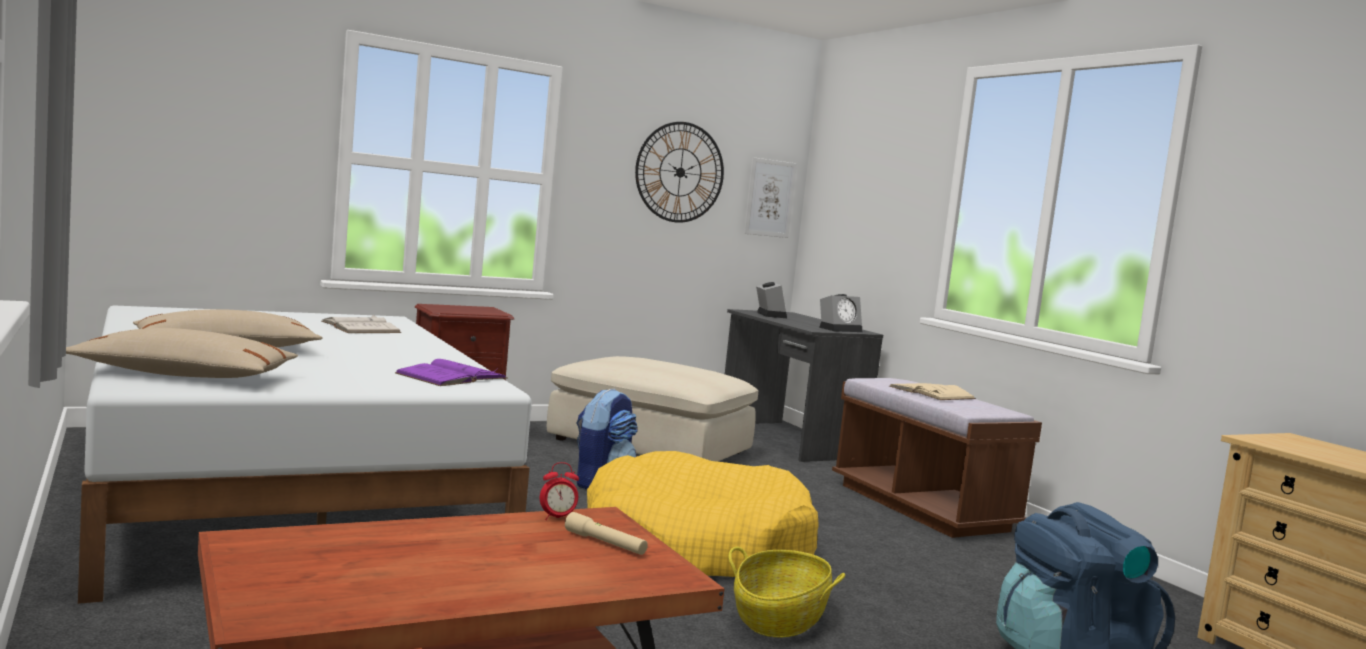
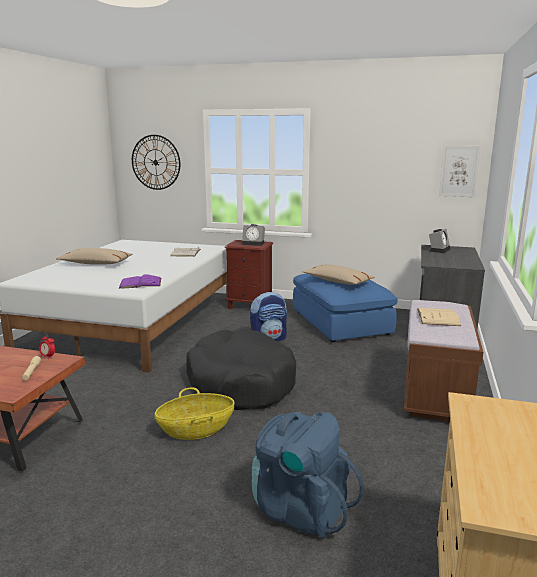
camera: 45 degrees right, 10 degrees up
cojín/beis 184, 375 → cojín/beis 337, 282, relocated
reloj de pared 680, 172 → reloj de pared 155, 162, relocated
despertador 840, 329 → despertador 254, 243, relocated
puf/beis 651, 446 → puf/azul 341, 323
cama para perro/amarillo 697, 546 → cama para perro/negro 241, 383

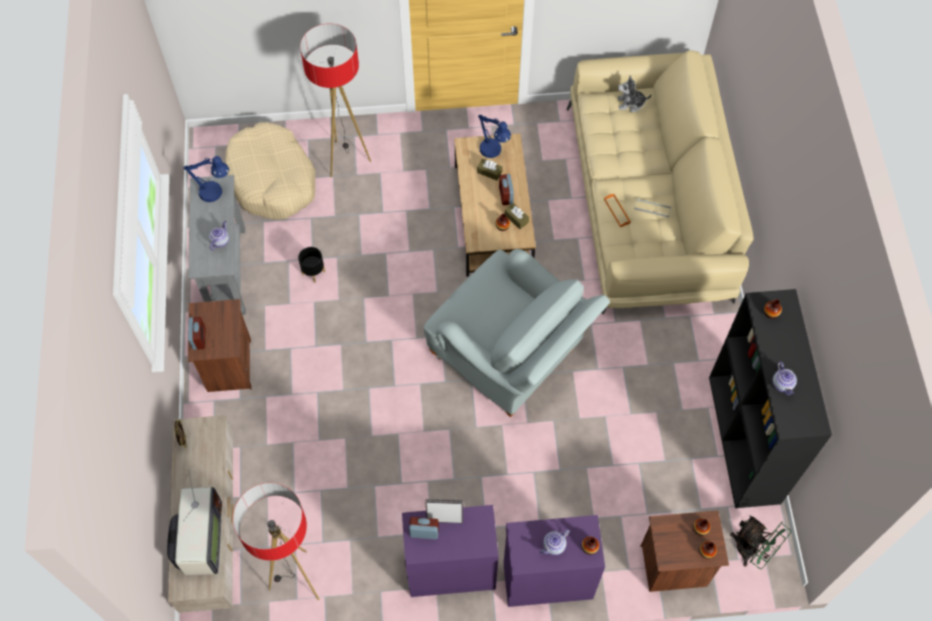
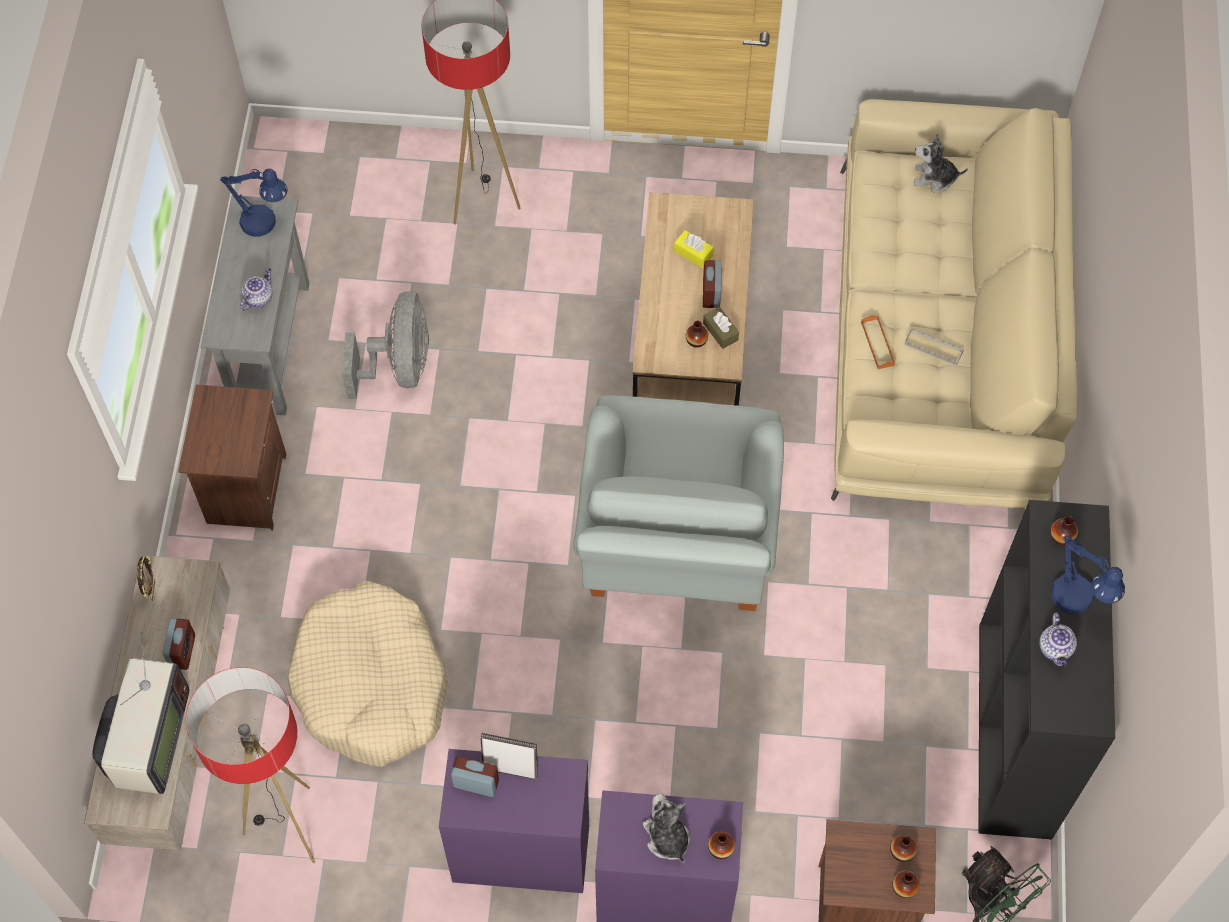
camera: 10 degrees right, 0 degrees up
despertador 199, 338 → despertador 182, 651, relocated
cama para perro/beis 272, 180 → cama para perro/beis 371, 683, relocated
lámpara de mesa/azul 493, 152 → lámpara de mesa/azul 1077, 602, relocated
maceta/negro 313, 272 → ventilador/gris 399, 367
tetera 553, 546 → peluche 667, 837
caja de pañuelos/marrón 489, 172 → caja de pañuelos/amarillo 693, 253
sillón/gris 511, 356 → sillón/gris 676, 544, 45 degrees clockwise

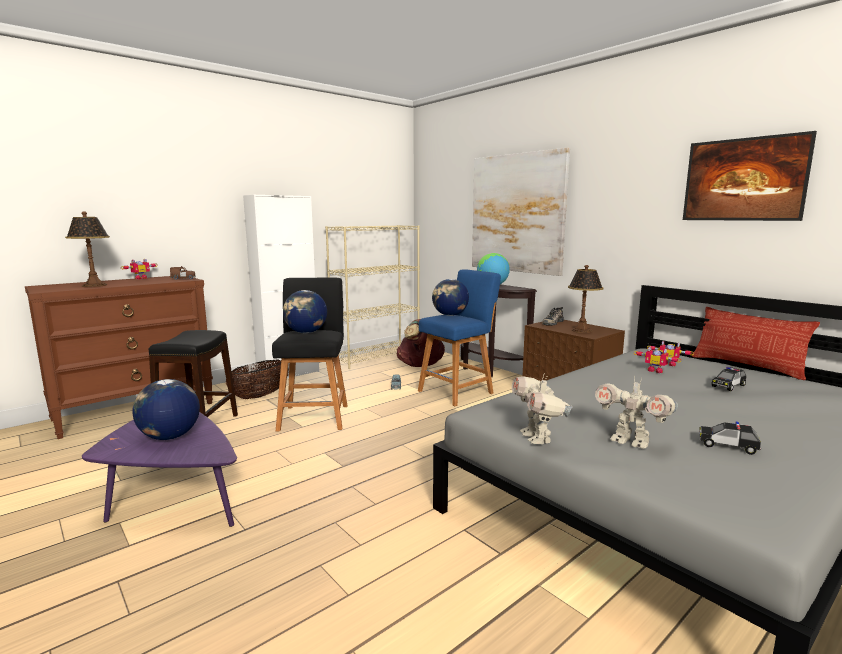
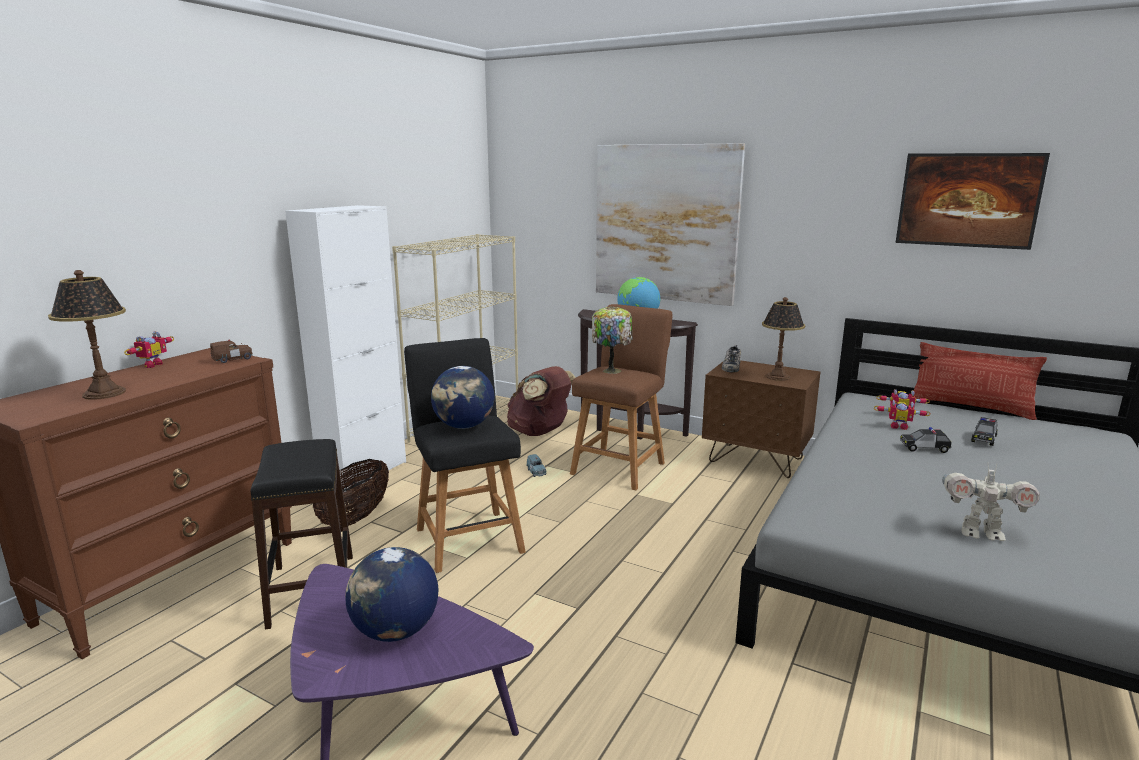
camera: 20 degrees left, 5 degrees up
robot de juguete 537, 438 → -
coche de juguete 728, 446 → coche de juguete 924, 448, relocated
globo terráqueo 450, 315 → lámpara de mesa 611, 370
taburete/azul 458, 391 → taburete/marrón 620, 466

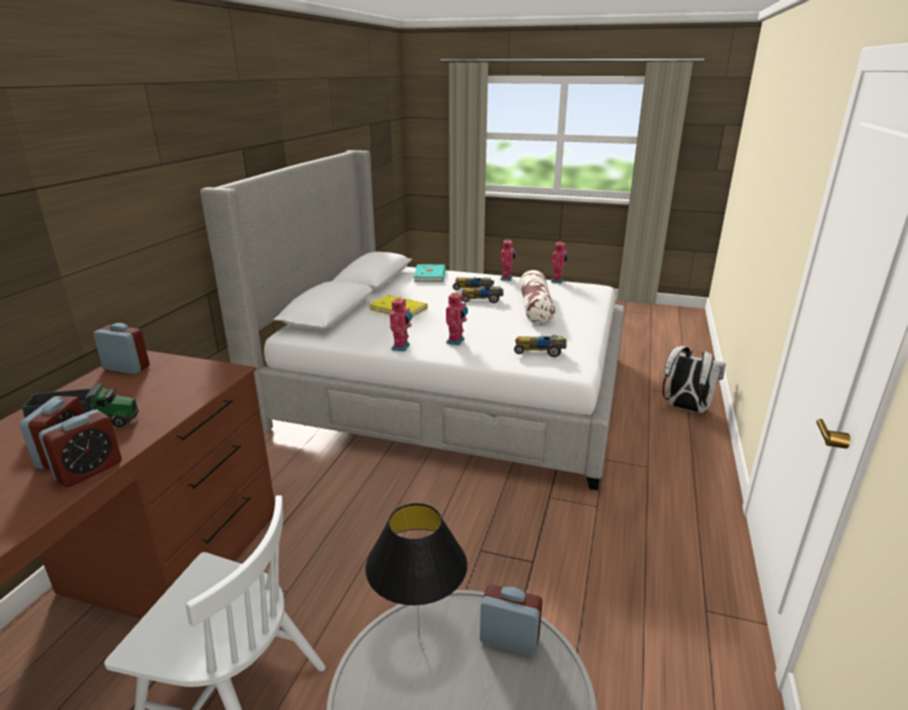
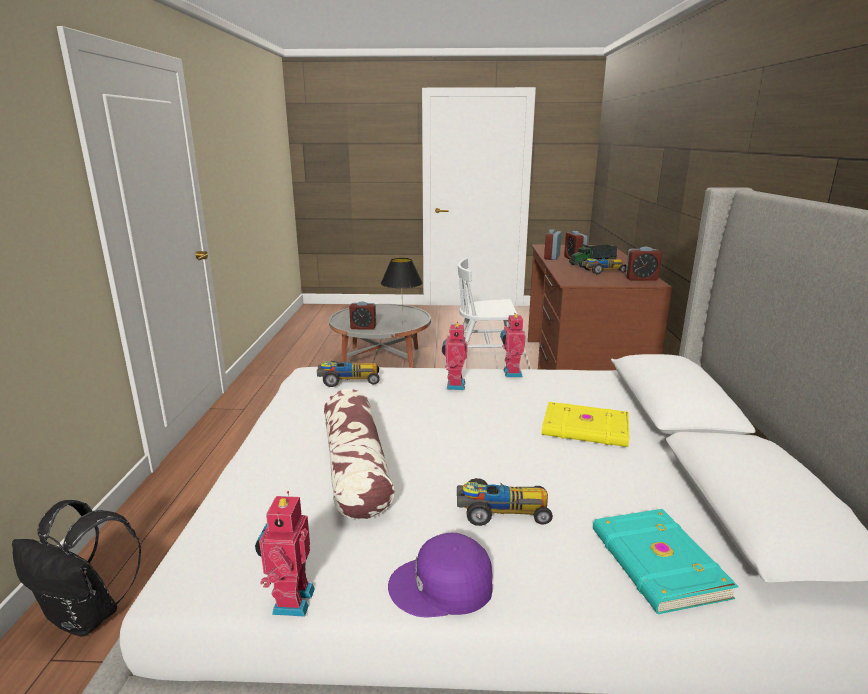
camera: 165 degrees right, 5 degrees down
coche de juguete 482, 299 → coche de juguete 602, 271, relocated
robot de juguete 507, 278 → gorra/morado 442, 586
mochila/blanco 685, 408 → mochila/negro 88, 616

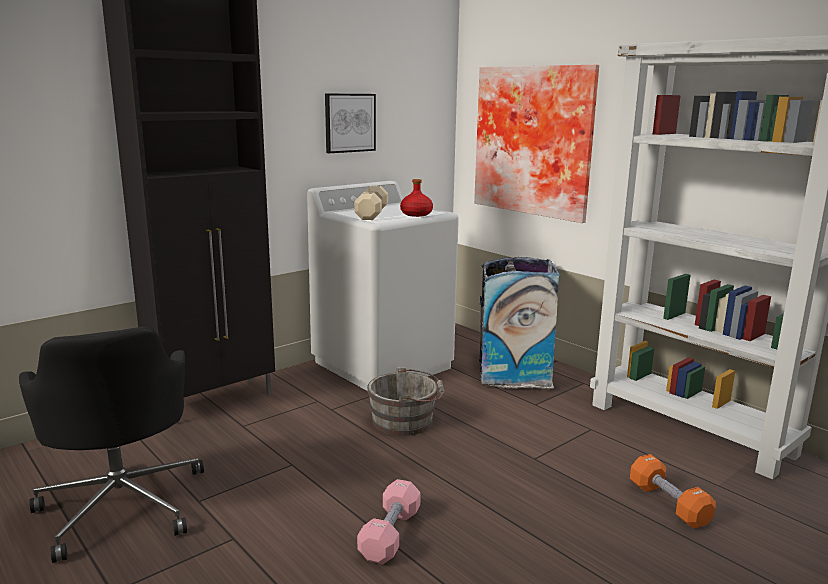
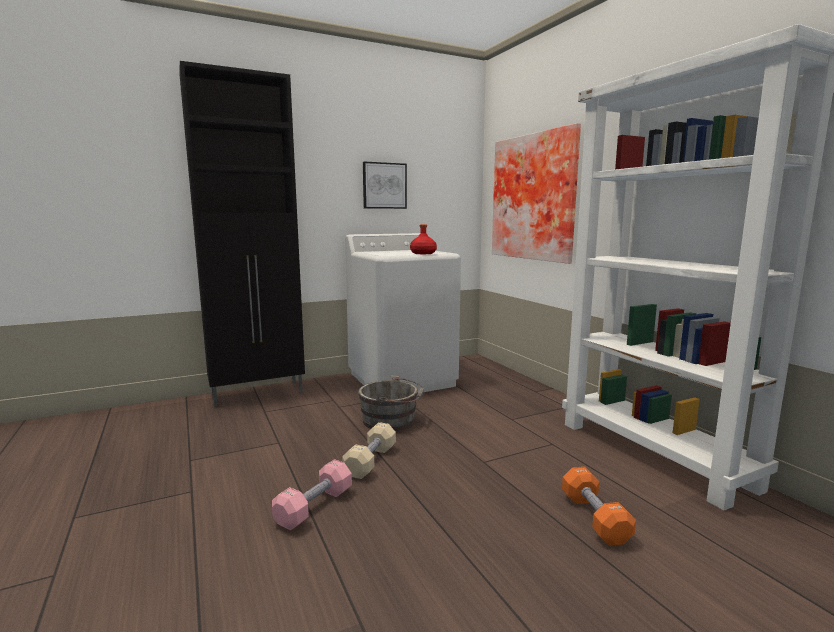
camera: 15 degrees right, 5 degrees down
silla de oficina/negro 122, 505 → -
papelera 513, 372 → -
mancuerna/beis 372, 214 → mancuerna/beis 370, 461, relocated

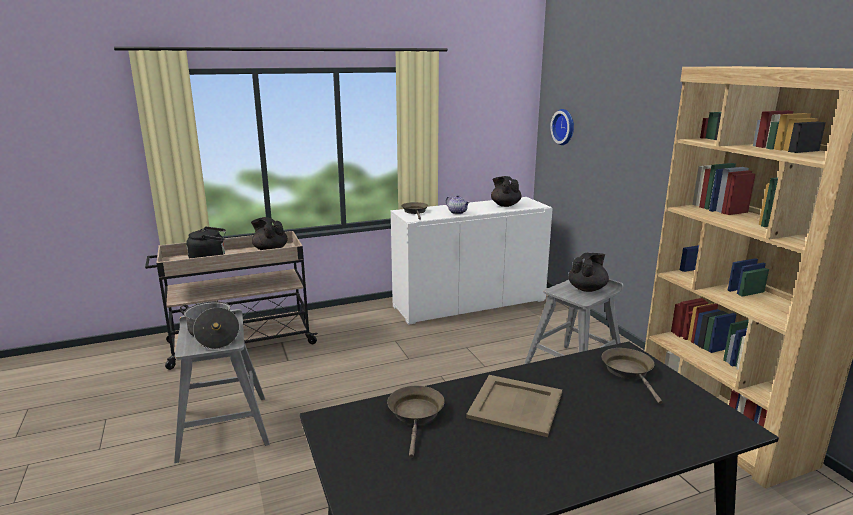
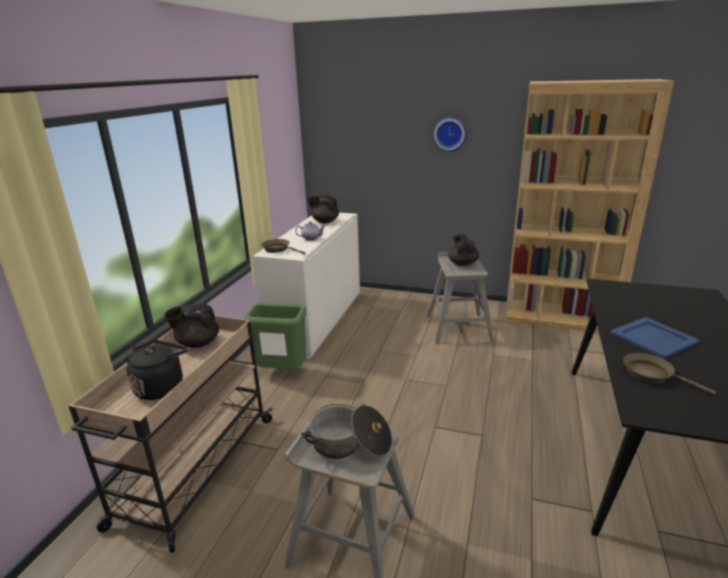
camera: 50 degrees left, 5 degrees up
sartén/marrón 629, 372 → -
- → papelera/verde 282, 373
reloj de pared 565, 127 → reloj de pared 450, 133, relocated
bandeja/beis 516, 404 → bandeja/azul 653, 337

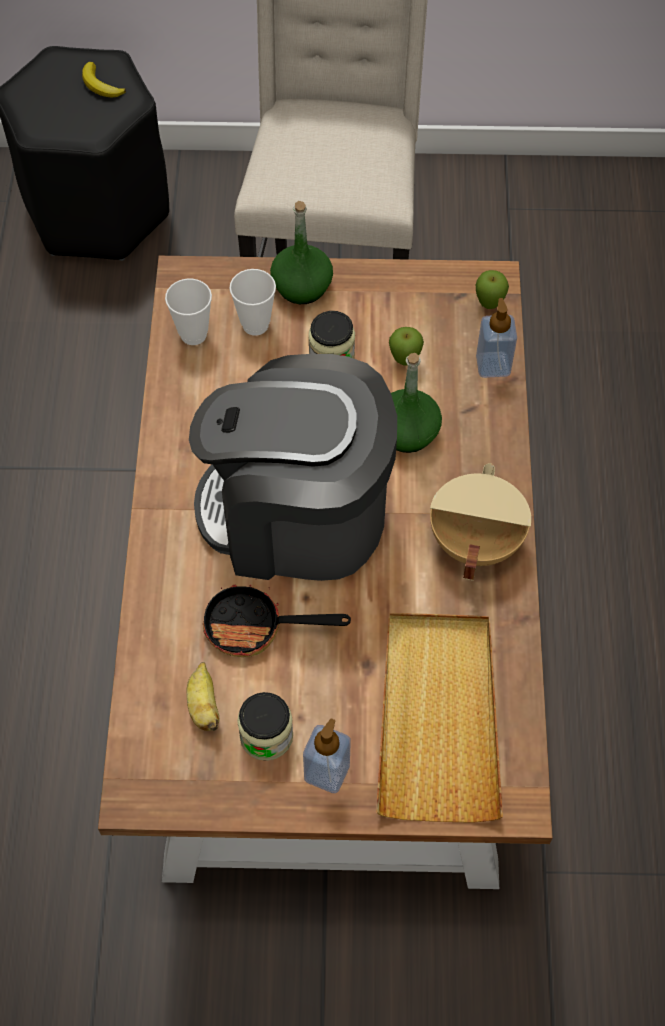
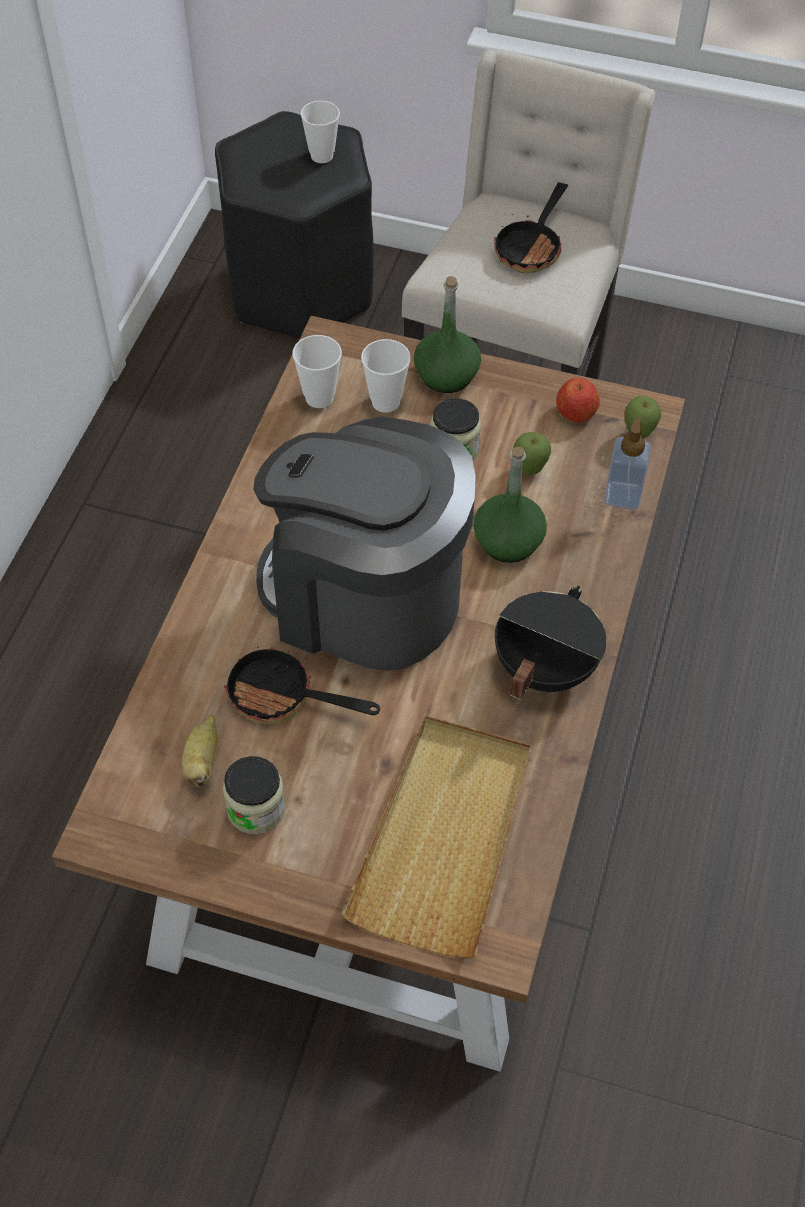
camera: 15 degrees right, 5 degrees down
dispensador de jabón 327, 772 → -
- → sartén 532, 247
- → manzana 576, 413
plátano 101, 85 → taza 322, 156
olla/beis 473, 541 → olla/negro 542, 667

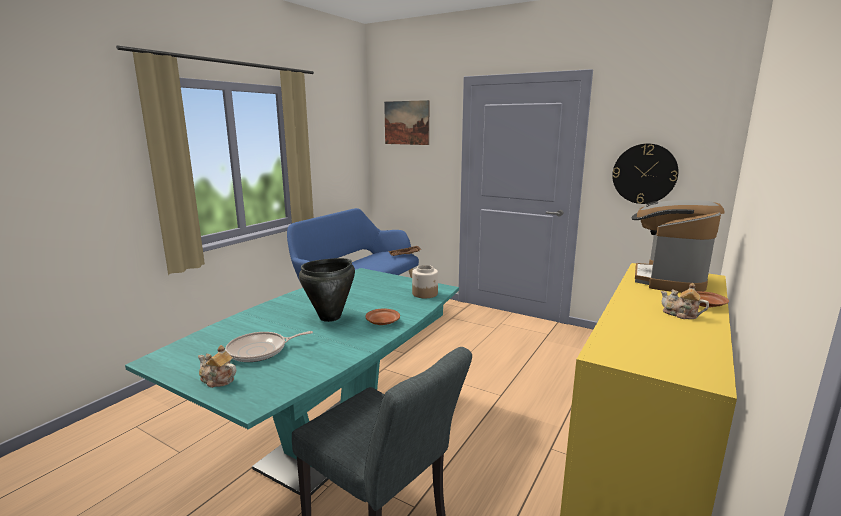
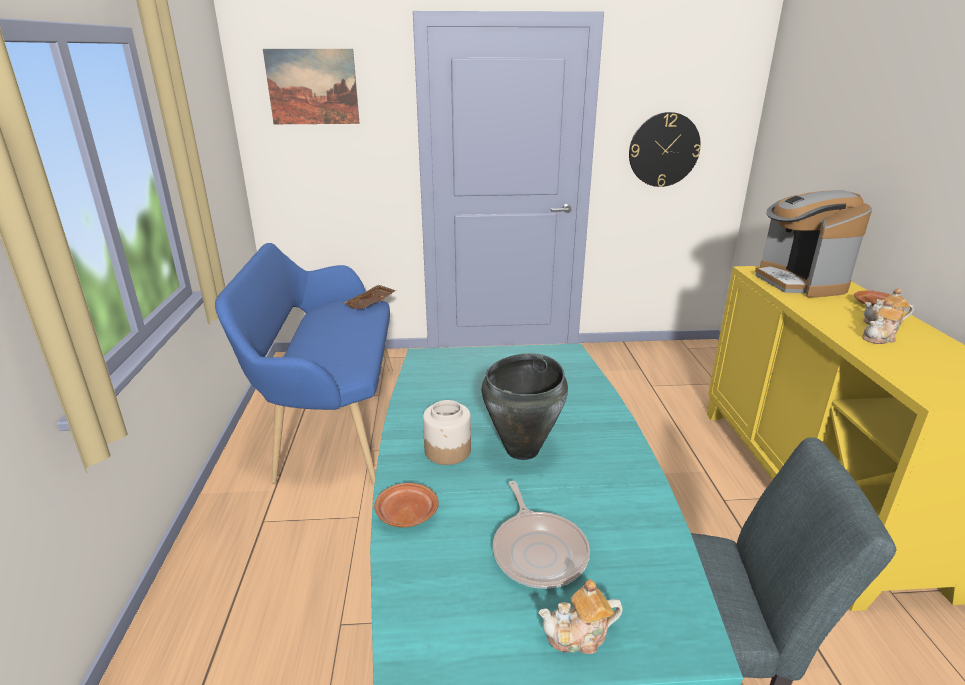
camera: 35 degrees left, 10 degrees up
- → tetera 879, 338
plato/marrón 382, 322 → plato/marrón 406, 513, relocated
tarro 425, 294 → tarro 448, 450, relocated
sartén 260, 351 → sartén 538, 551, 45 degrees counterclockwise

